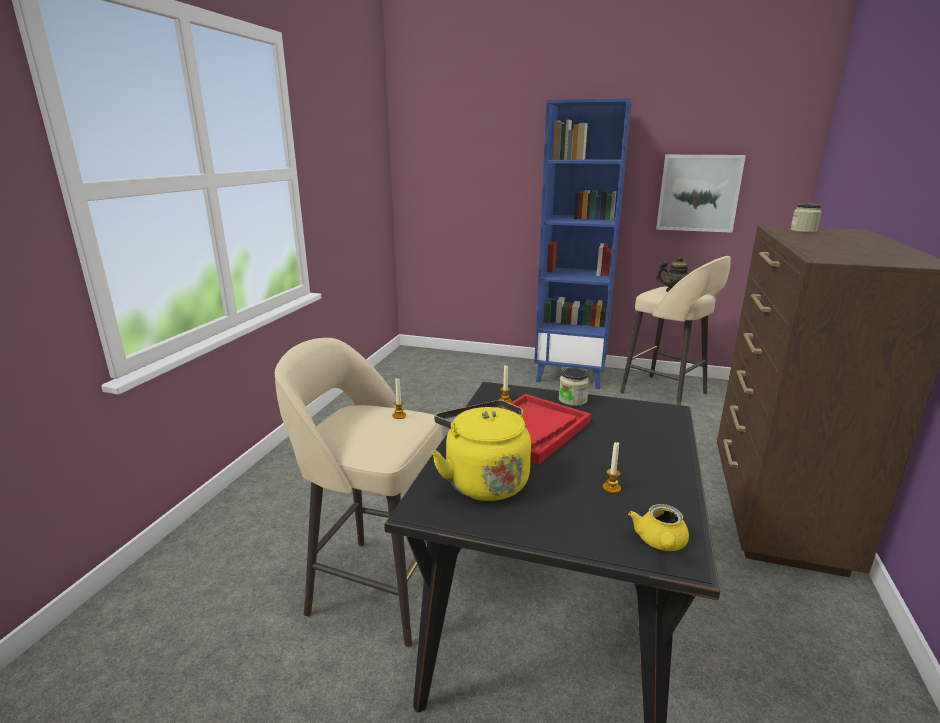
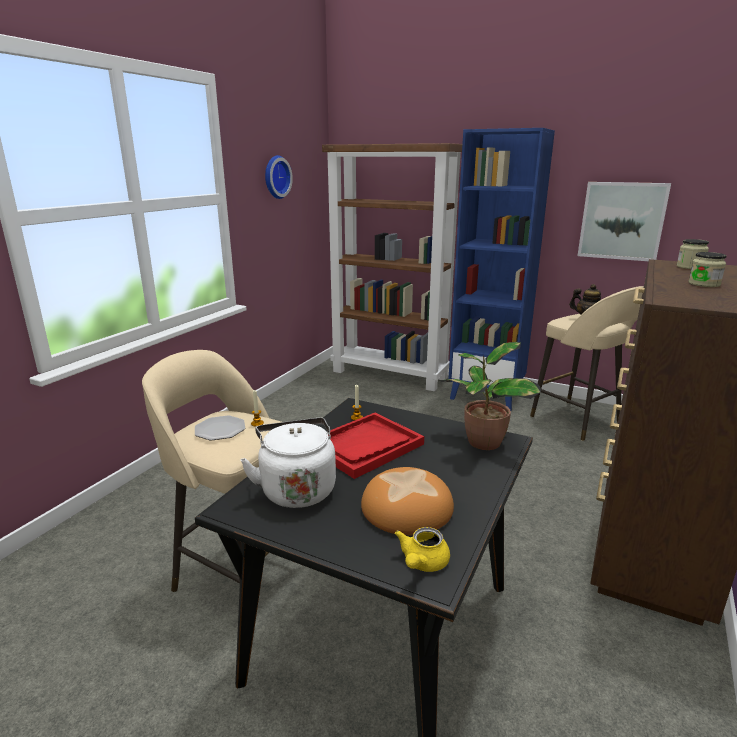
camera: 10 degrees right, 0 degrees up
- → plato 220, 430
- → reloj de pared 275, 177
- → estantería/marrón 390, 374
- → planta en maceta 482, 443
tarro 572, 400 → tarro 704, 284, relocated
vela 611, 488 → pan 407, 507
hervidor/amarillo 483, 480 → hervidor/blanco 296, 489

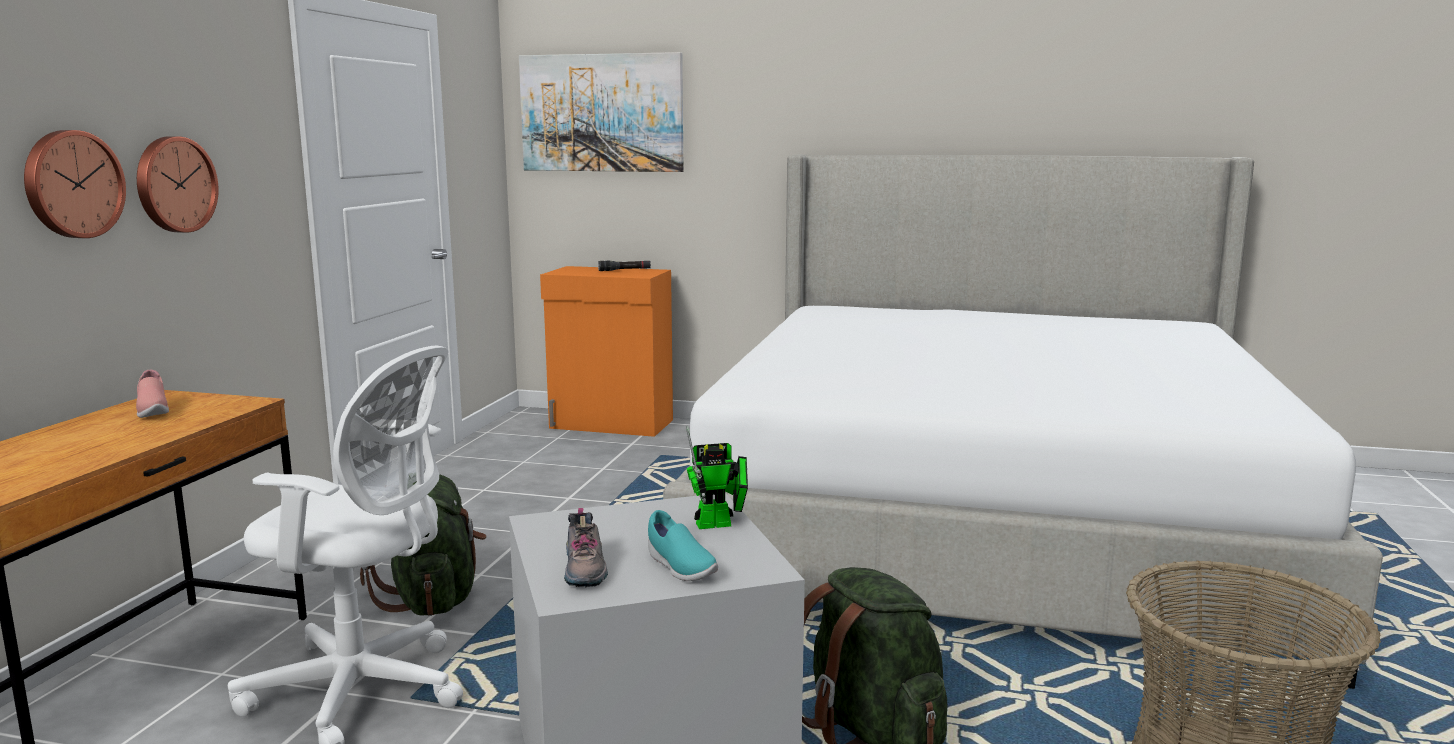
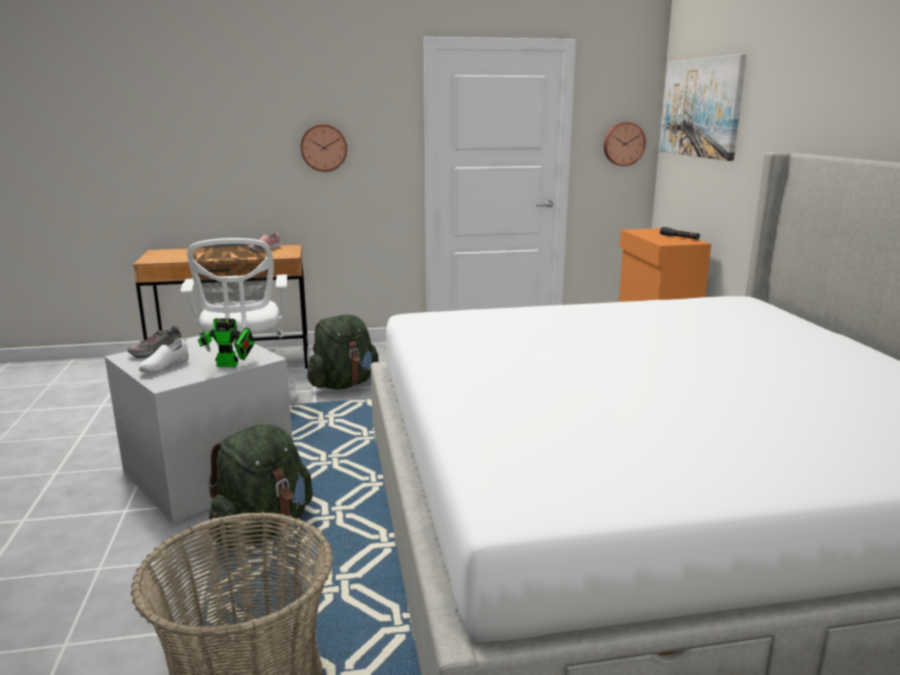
camera: 65 degrees right, 5 degrees up
reloj de pared 71, 184 → reloj de pared 623, 144, relocated
zapato/turquesa 679, 567 → zapato/blanco 164, 368
robot de juguete 719, 524 → robot de juguete 230, 365, 45 degrees counterclockwise

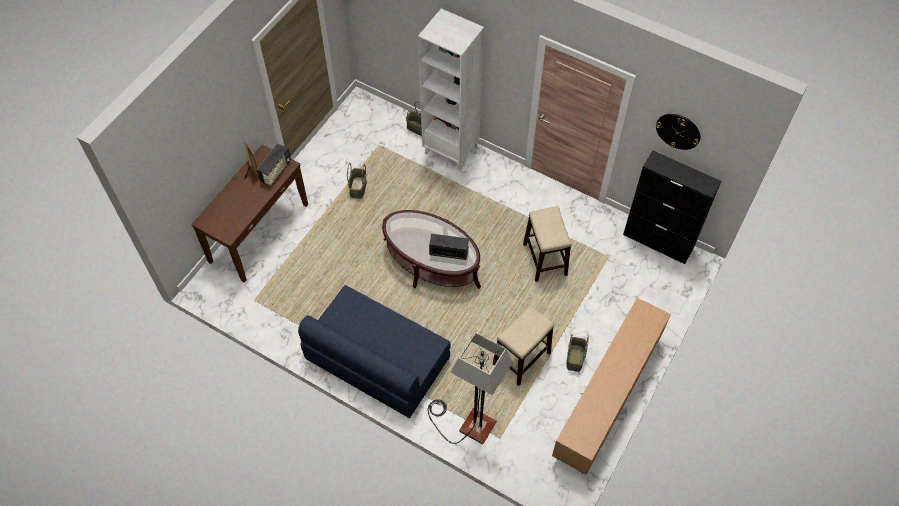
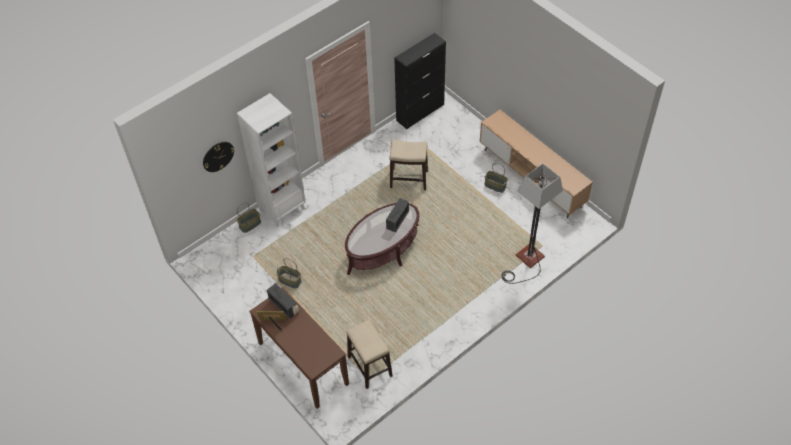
camera: 70 degrees left, 5 degrees down
sofá/azul 377, 358 → -
taburete 522, 358 → taburete 369, 366, relocated
reloj de pared 678, 131 → reloj de pared 218, 156, relocated

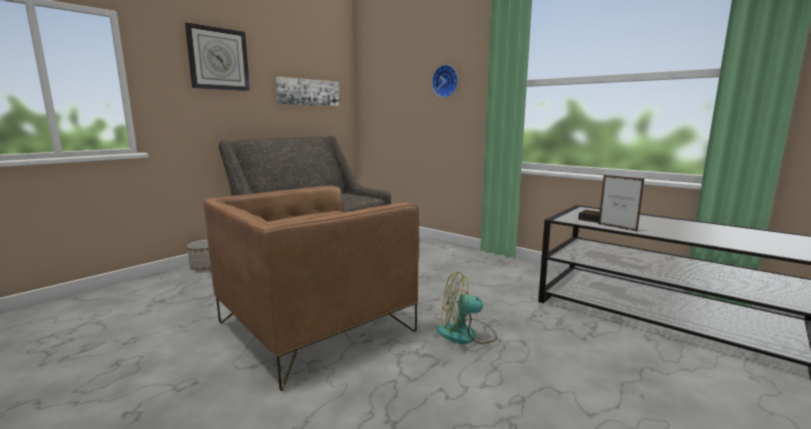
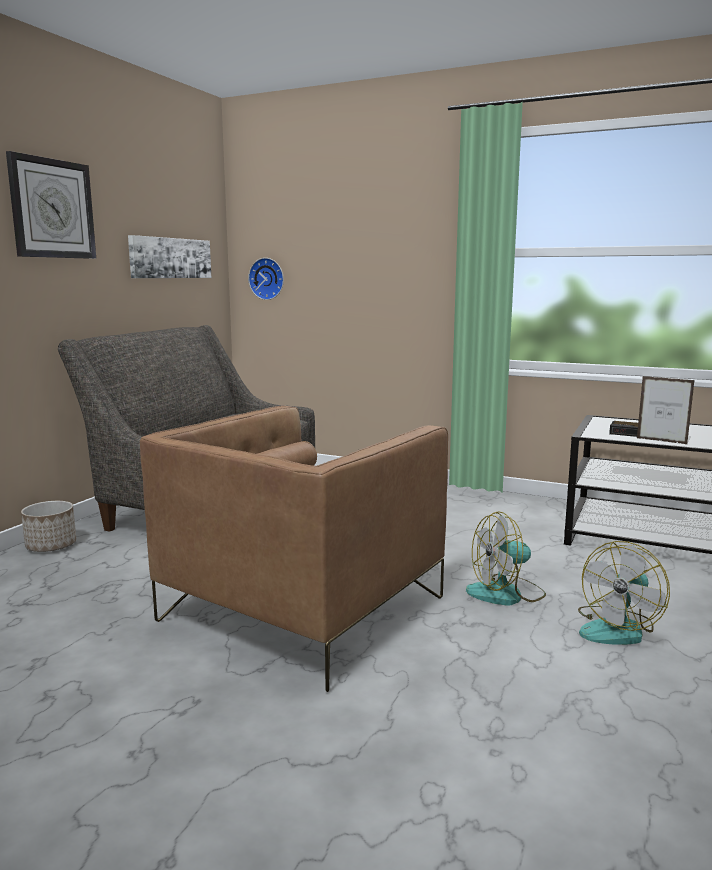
camera: 15 degrees left, 0 degrees up
- → ventilador 618, 629
reloj de pared 446, 81 → reloj de pared 267, 278, relocated

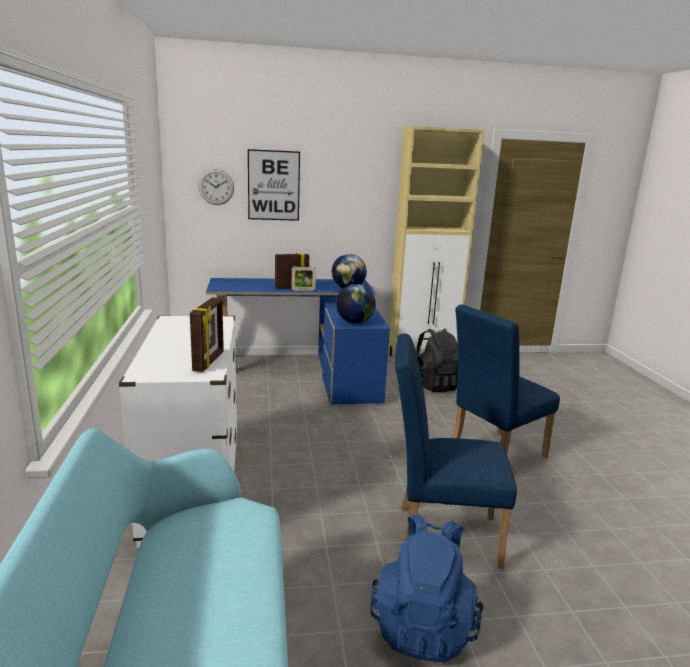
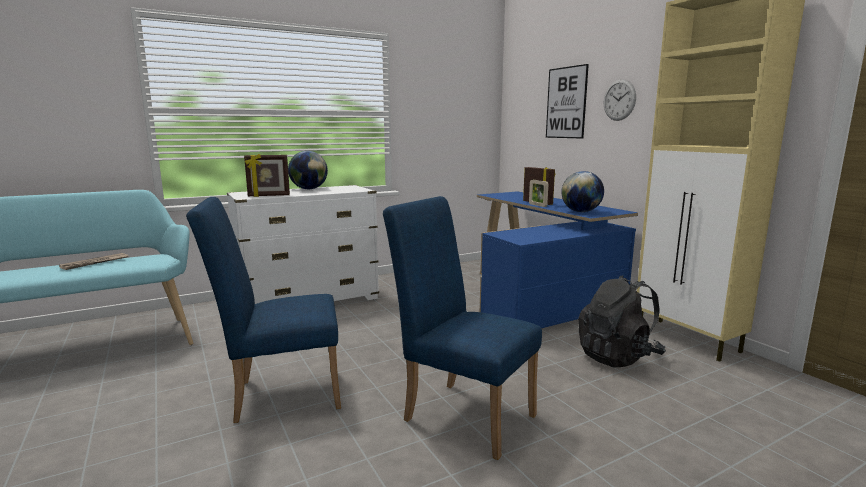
camera: 70 degrees right, 5 degrees down
mochila/azul 423, 625 → -
- → periódico 95, 263
reloj de pared 216, 187 → reloj de pared 619, 100, relocated
globo terráqueo 354, 322 → globo terráqueo 309, 189, relocated
silla/azul 438, 533 → silla/azul 279, 394, 90 degrees counterclockwise

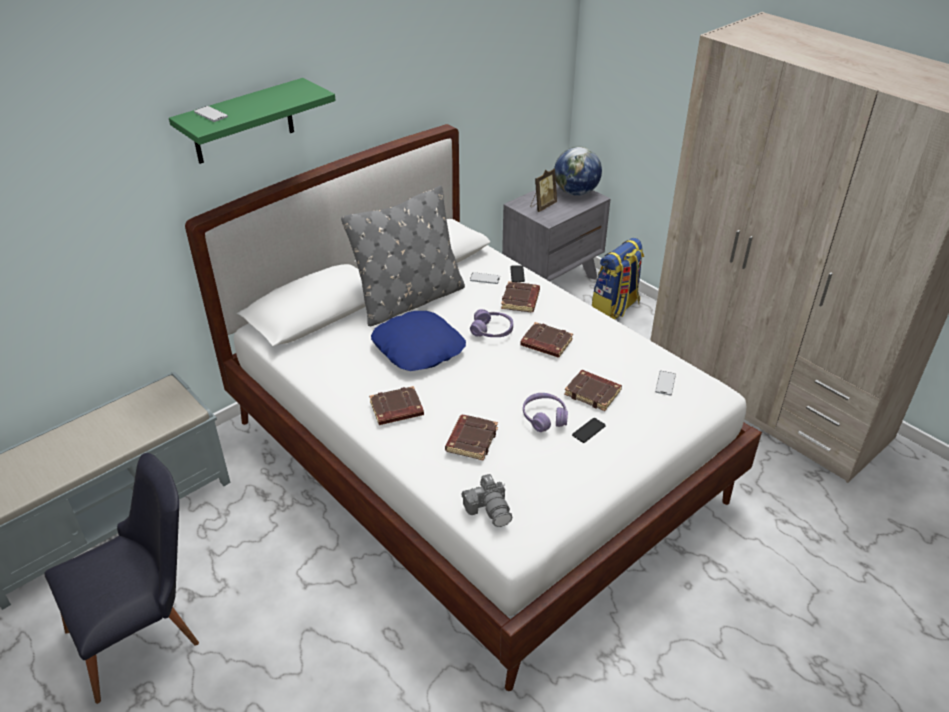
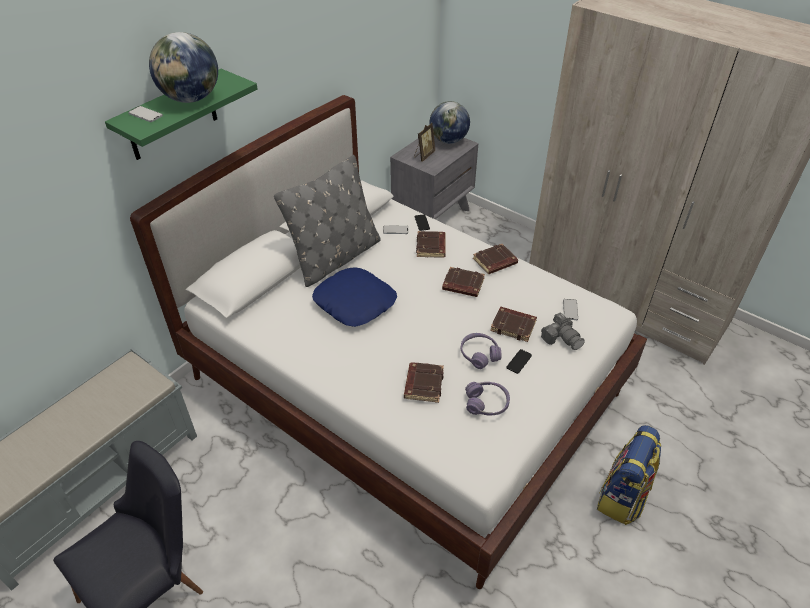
camera: 10 degrees left, 5 degrees up
- → globo terráqueo 191, 99
libro/marrón 396, 410 → libro/marrón 495, 262, relocated
cámara 489, 509 → cámara 562, 338, relocated
auriculares/morado 492, 331 → auriculares/morado 486, 403, relocated
mochila 615, 308 → mochila 622, 497, relocated

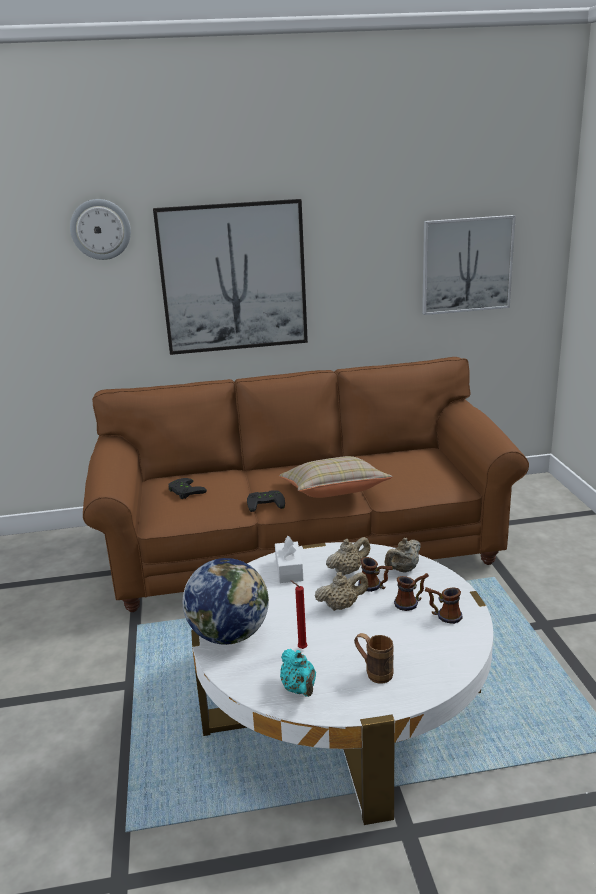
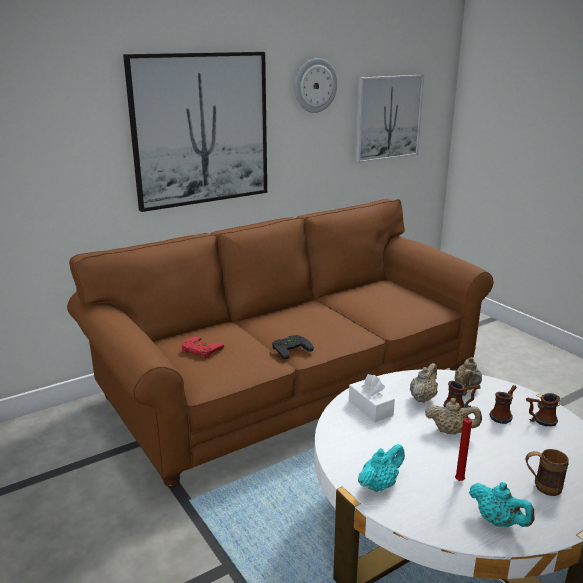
camera: 25 degrees left, 0 degrees up
cojín/beis 334, 494 → -
reloj de pared 100, 229 → reloj de pared 315, 85, relocated
globo terráqueo 229, 635 → tetera/turquesa 379, 485
mando de consola/negro 184, 491 → mando de consola/rojo 200, 350
tetera/beis 341, 606 → tetera/beis 451, 431, 60 degrees clockwise

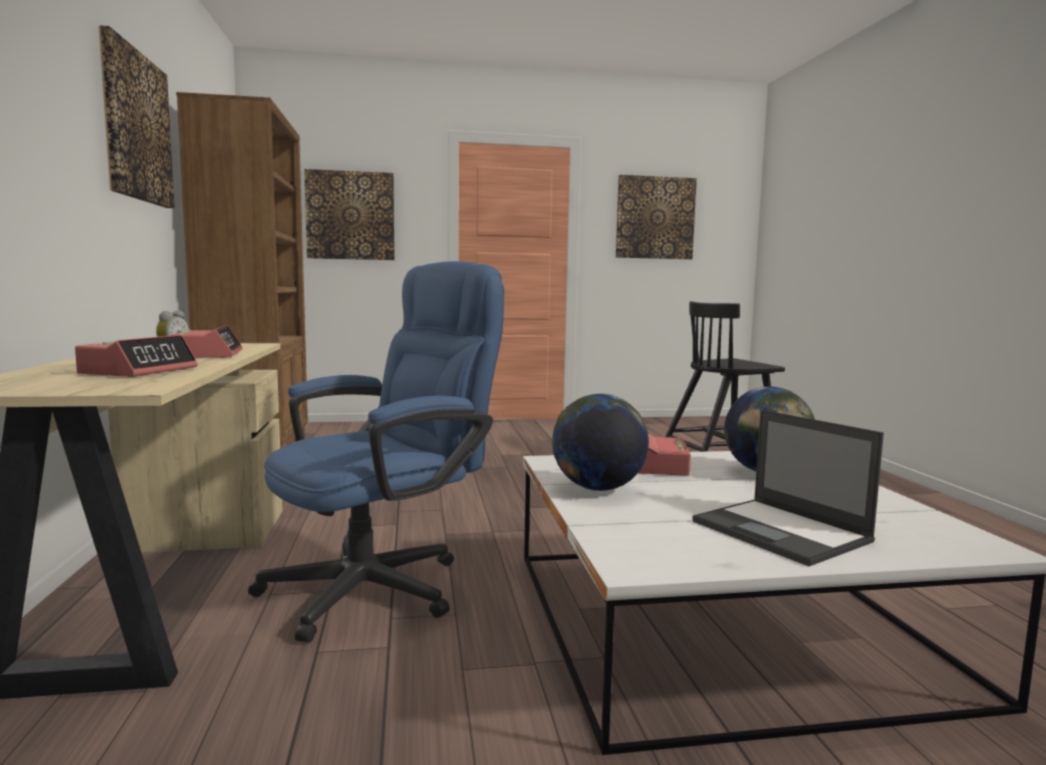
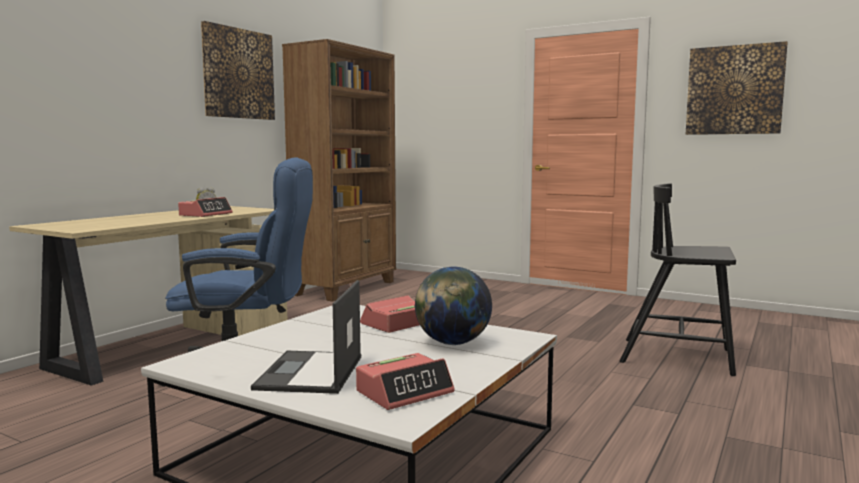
camera: 40 degrees right, 0 degrees up
cuadro 350, 215 → -
globo terráqueo 598, 489 → -
despertador 139, 371 → despertador 405, 392, relocated

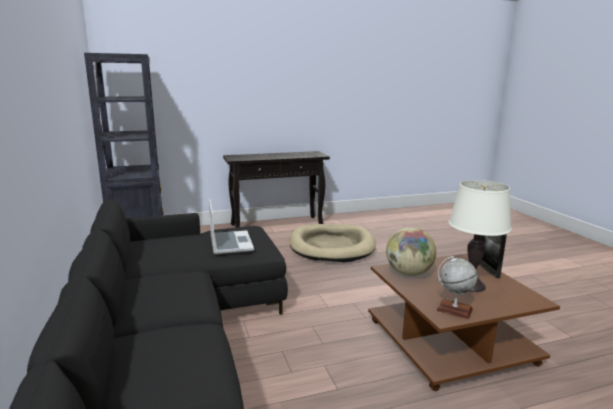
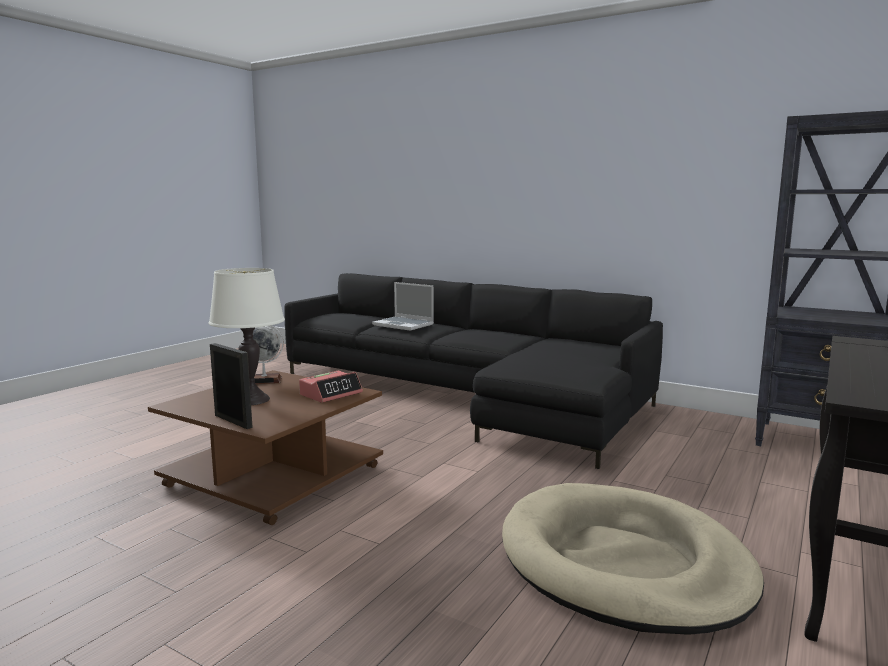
camera: 140 degrees right, 5 degrees down
portátil 230, 243 → portátil 404, 325, relocated
globo terráqueo 408, 273 → despertador 331, 394

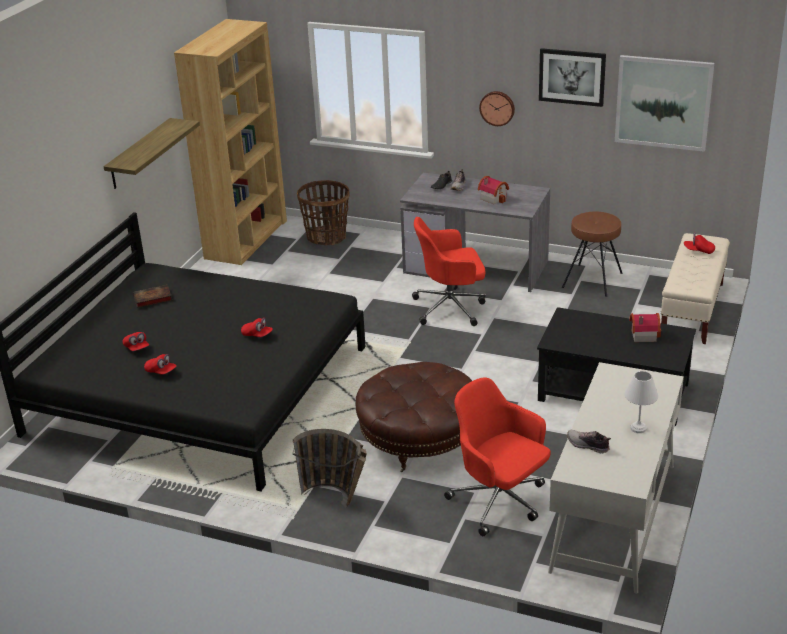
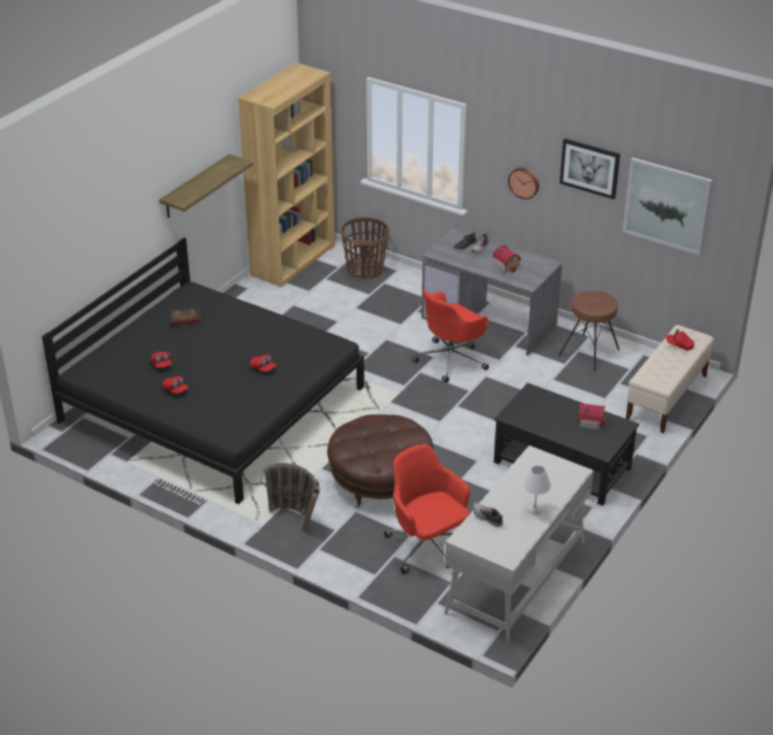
camera: 10 degrees right, 5 degrees up
silla de oficina/rojo 451, 307 → silla de oficina/rojo 451, 360, 45 degrees counterclockwise

